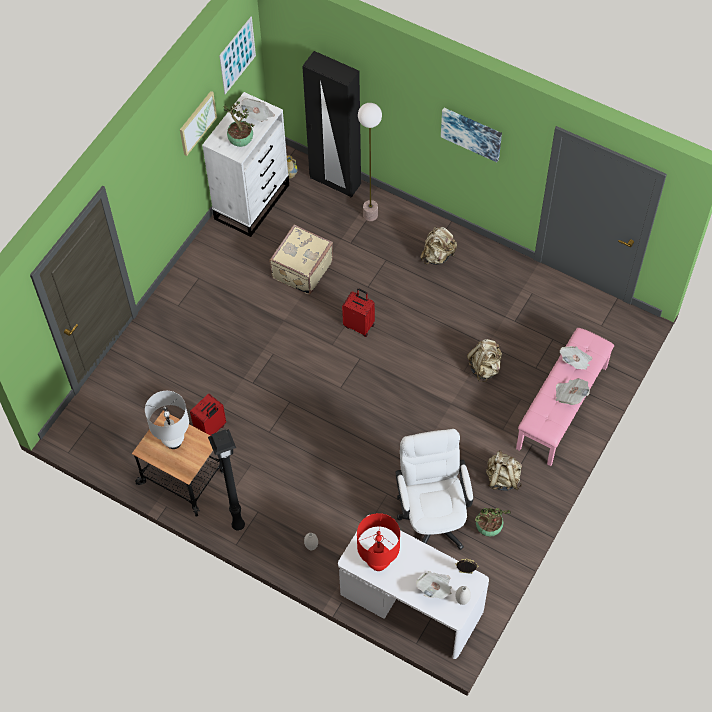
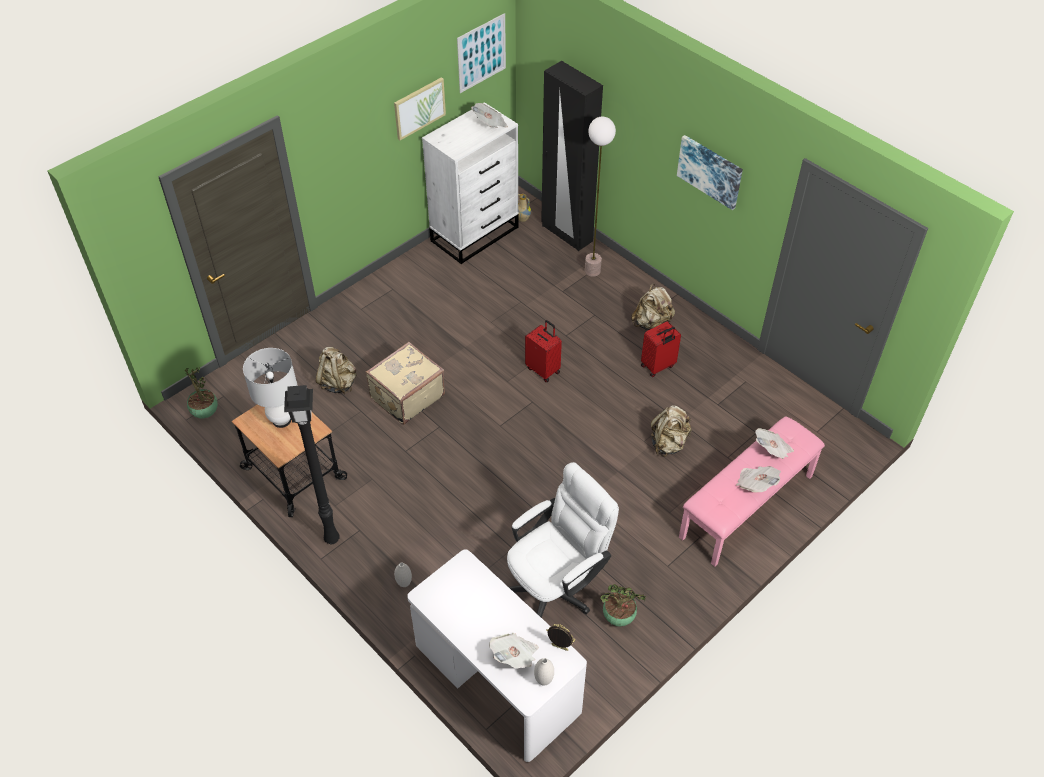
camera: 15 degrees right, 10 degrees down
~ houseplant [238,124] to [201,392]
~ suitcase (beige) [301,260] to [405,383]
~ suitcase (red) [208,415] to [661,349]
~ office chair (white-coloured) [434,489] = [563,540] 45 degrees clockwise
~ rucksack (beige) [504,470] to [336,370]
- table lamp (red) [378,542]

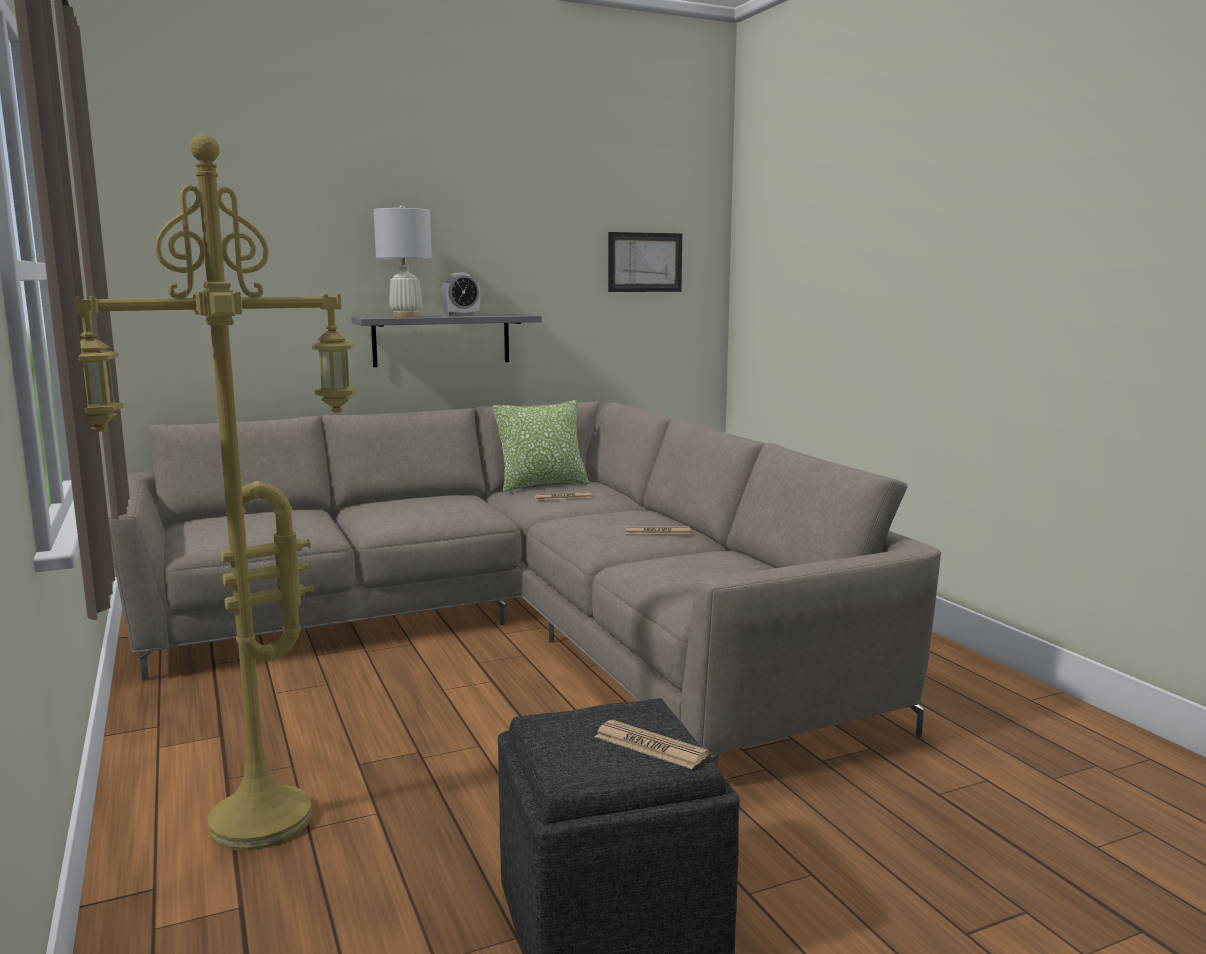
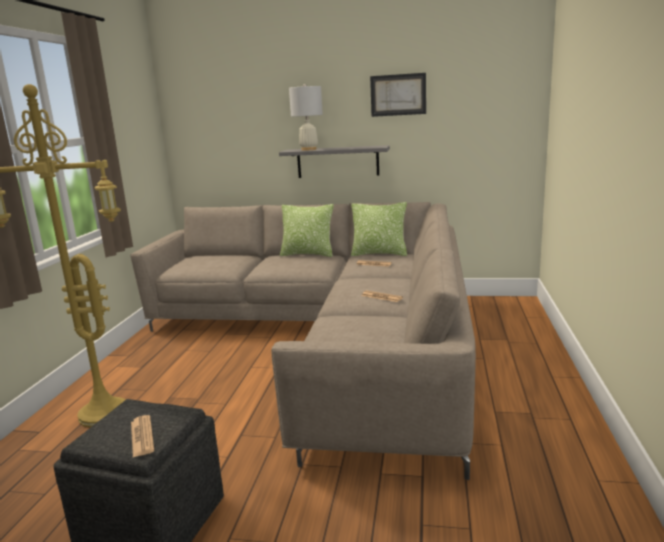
camera: 35 degrees right, 5 degrees up
~ wall art [645,262] to [398,95]
- table clock [460,294]
+ cushion [307,230]

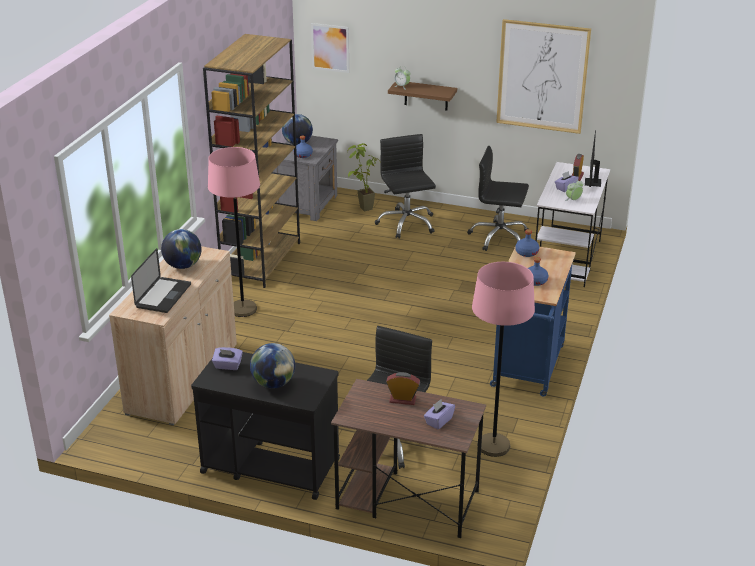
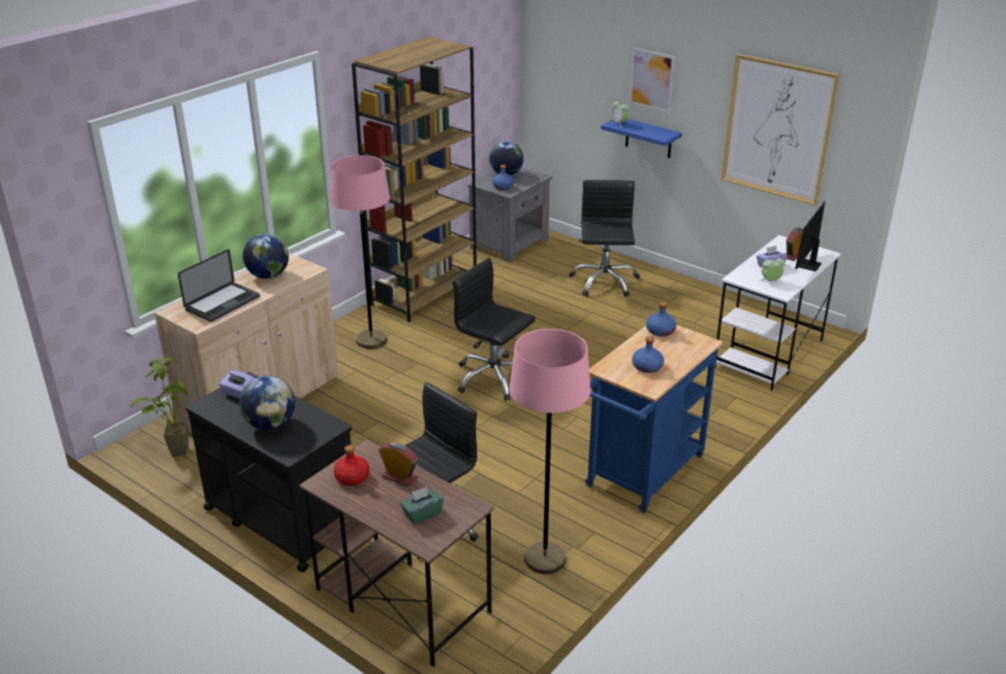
camera: 20 degrees right, 0 degrees up
~ wall art [330,48] to [652,80]
~ shelf (brownish) [422,96] to shelf (bluish) [641,138]
~ houseplant [363,177] to [159,407]
~ office chair (black) [498,198] to [493,329]
~ tissue box (purplish) [439,414] to tissue box (green-coloured) [422,505]
+ beverage bottle (red) [352,465]

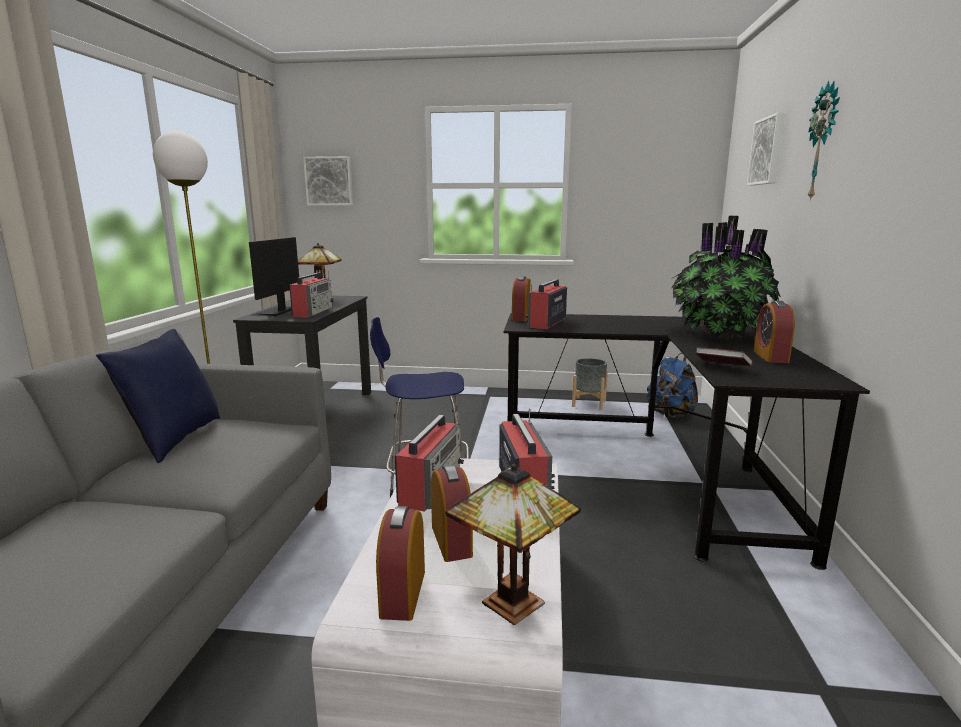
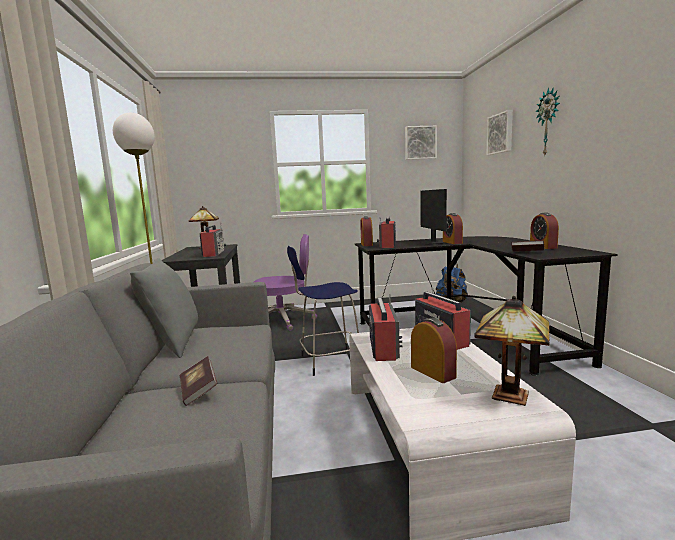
camera: 15 degrees left, 5 degrees down
~ wall art [328,181] to [421,143]
- houseplant [726,277]
~ monitor [274,276] to [430,217]
~ cushion (bluish) [158,396] to cushion (greyish) [164,308]
- plant pot (greyish) [590,384]
~ table clock [400,563] to [453,228]
+ office chair (purplish) [285,282]
+ book [198,381]

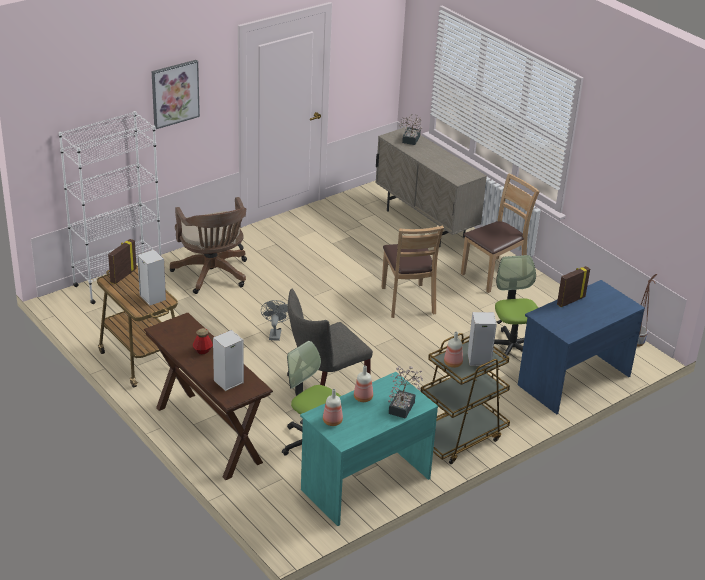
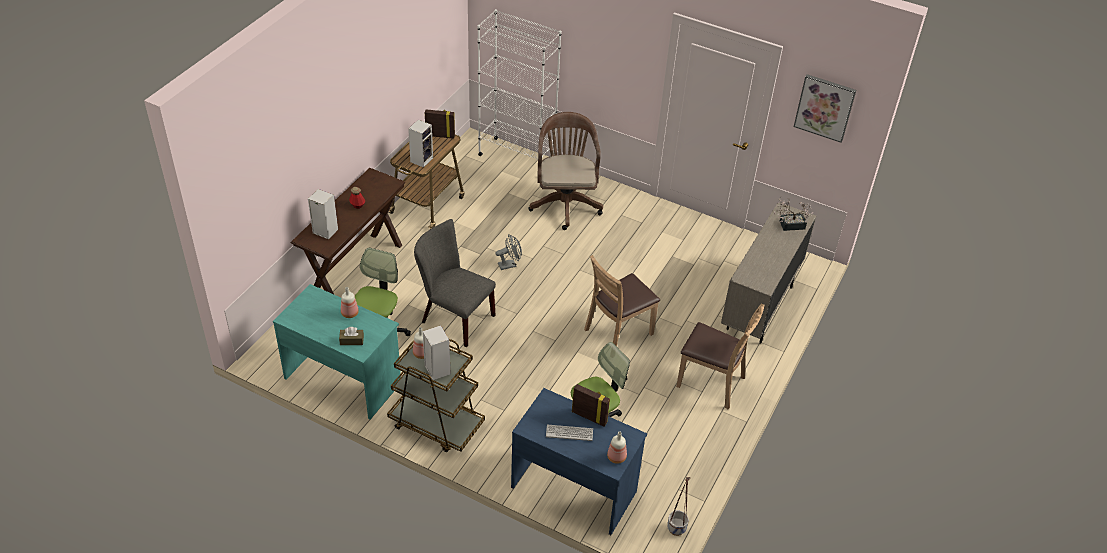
camera: 65 degrees right, 10 degrees up
~ wall art [176,94] to [825,108]
~ office chair (brownish) [208,245] = [565,171] 135 degrees clockwise
~ houseplant [405,392] to tissue box (brownish) [351,336]
~ beverage bottle [333,407] to [617,448]
+ computer keyboard [569,433]

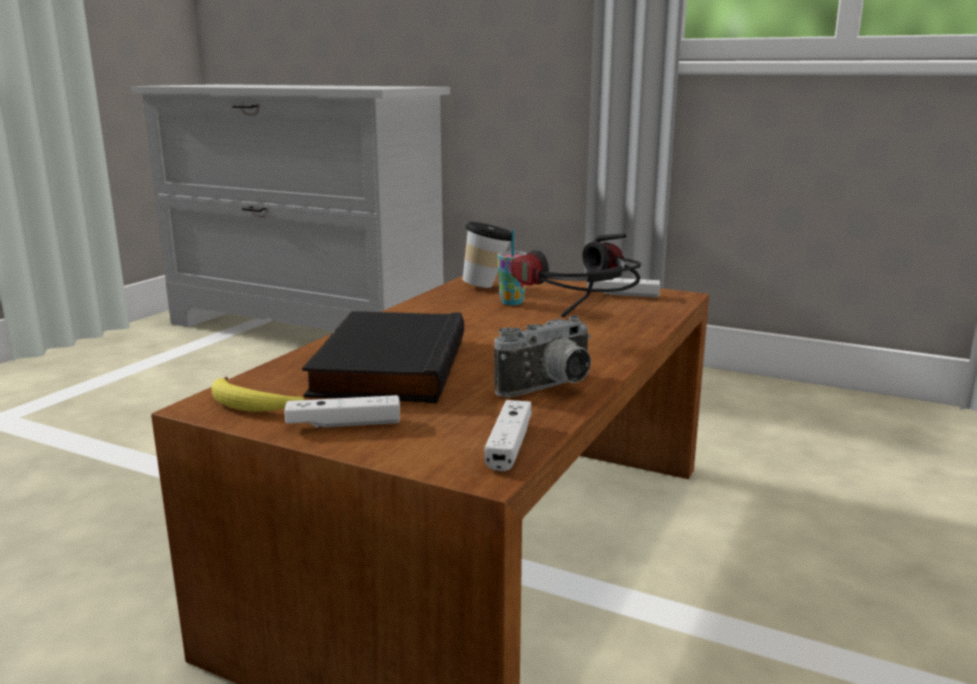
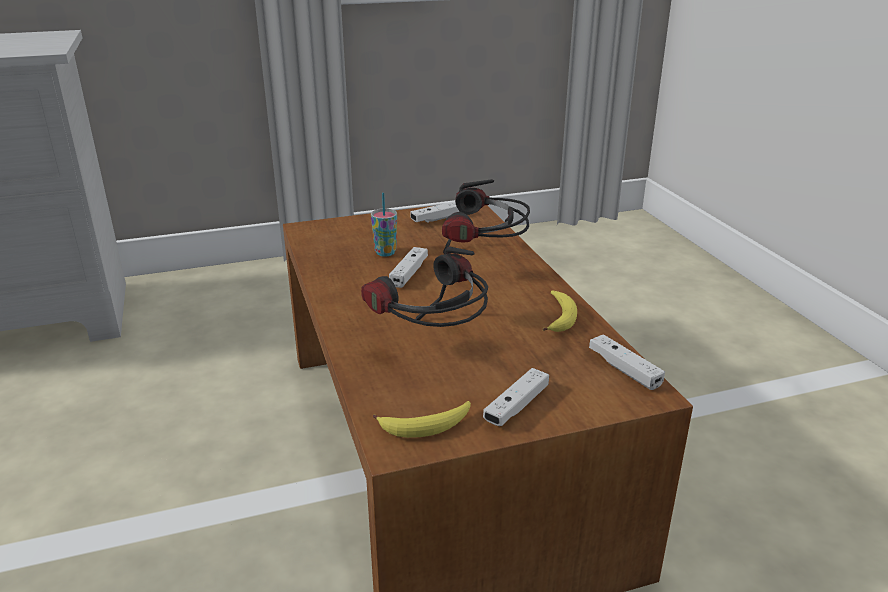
camera: 45 degrees left, 10 degrees up
- small cup [487,255]
~ book (black) [383,357] to headset [424,286]
~ still camera [542,356] to whole banana [559,311]
+ gamepad (white-coloured) [408,267]

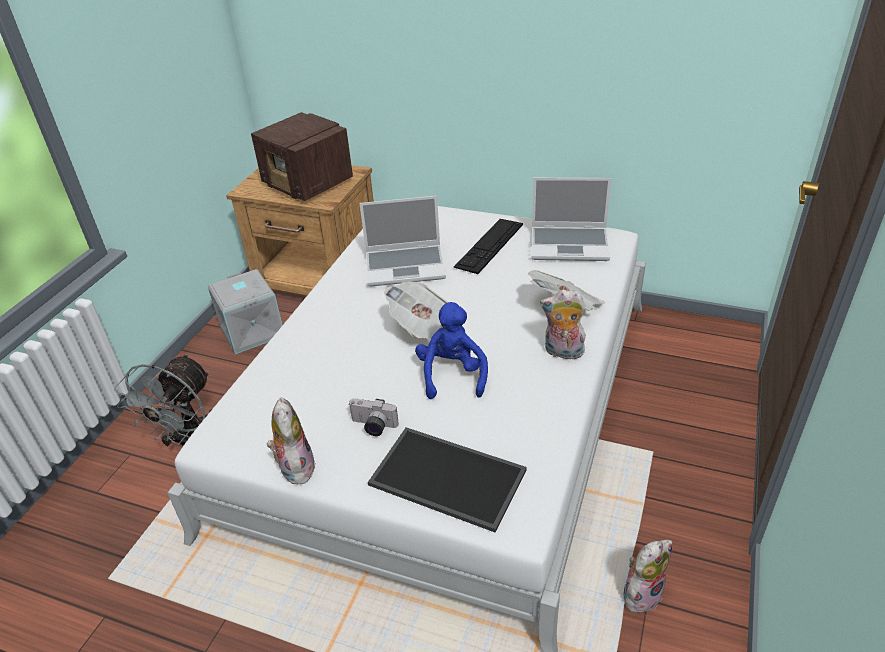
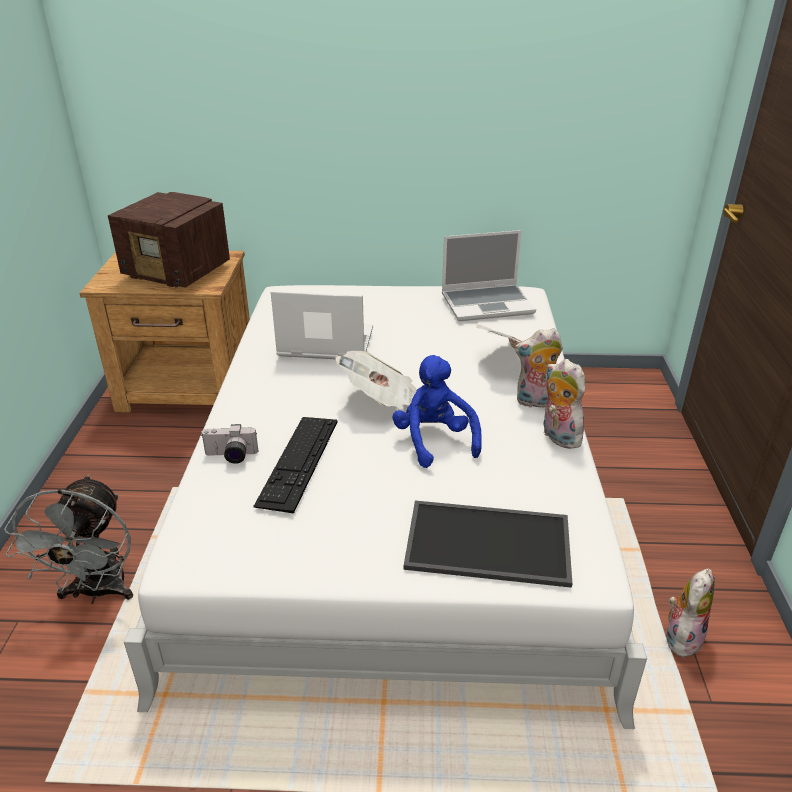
camera: 20 degrees left, 5 degrees down
~ laptop [402,241] = [321,325] 150 degrees counterclockwise
~ computer keyboard [488,246] to [295,465]
- storage box (greyish) [245,311]
~ cuddly toy [291,441] to [565,404]
~ still camera [373,417] to [230,444]

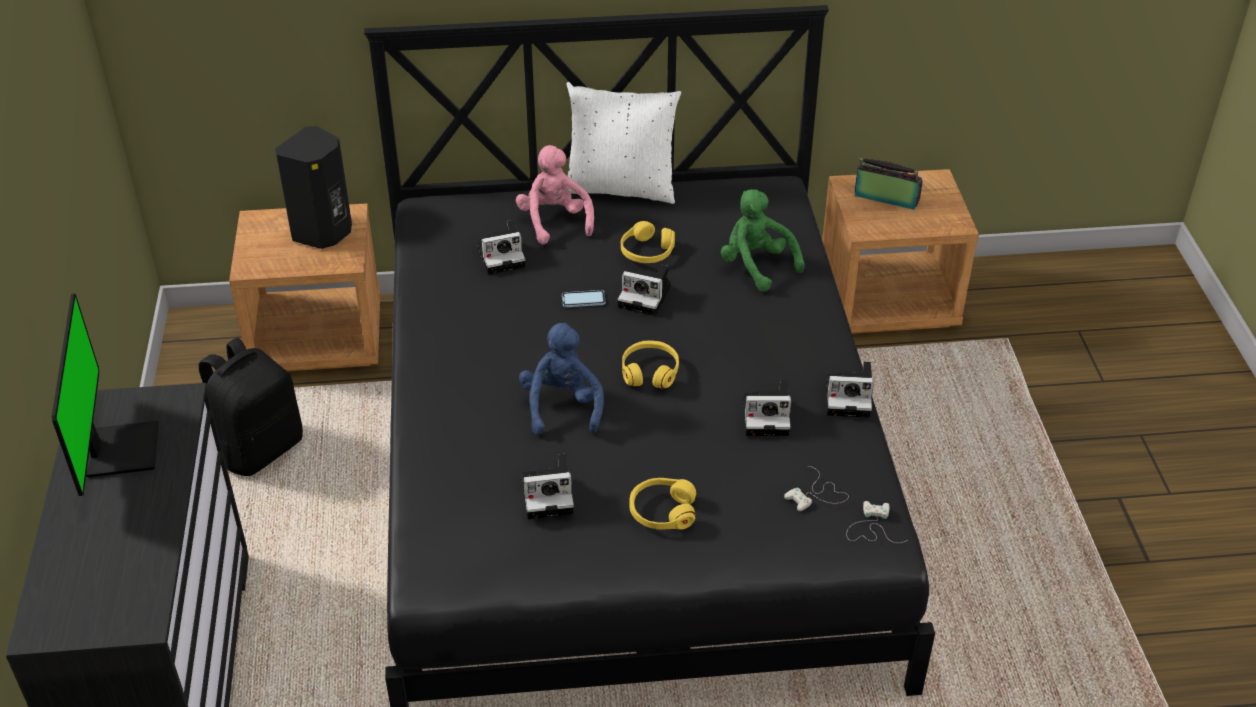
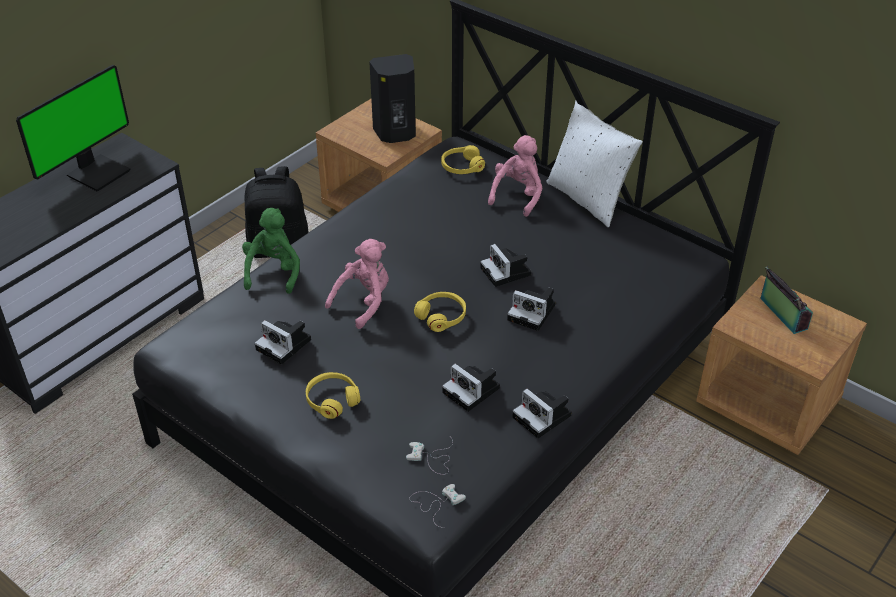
camera: 45 degrees right, 0 degrees up
~ cuddly toy (green-coloured) [763,240] to [271,251]
~ still camera [501,247] to [531,309]
~ headset (yellow-coloured) [648,242] to [463,159]
- phone [584,298]
~ cuddly toy (bluish) [561,379] to cuddly toy (pink-coloured) [357,284]

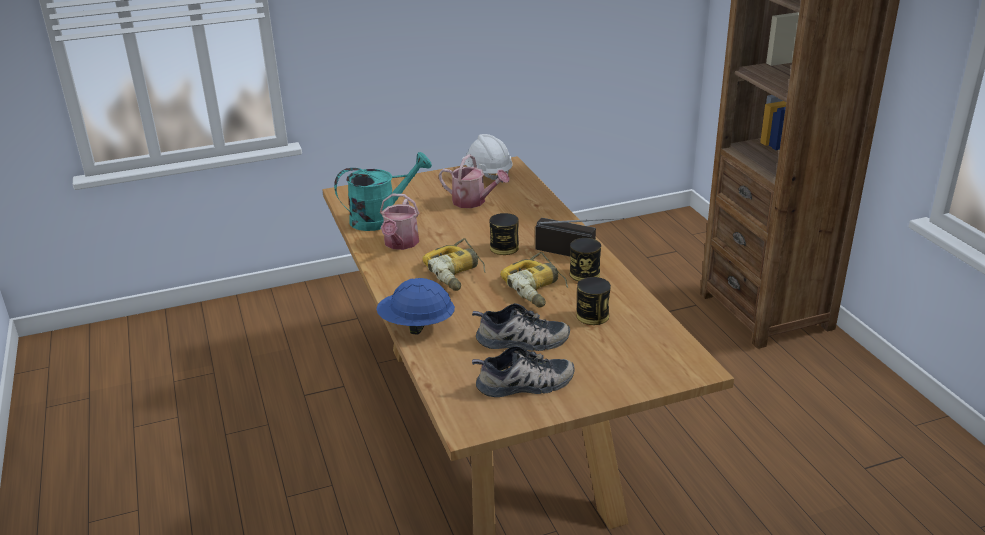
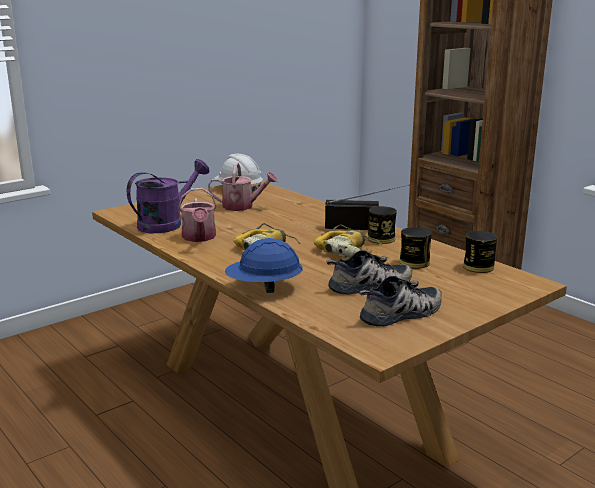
camera: 20 degrees left, 10 degrees down
~ watering can (blue-green) [383,191] to watering can (purplish) [168,196]
~ metal can [504,234] to [480,252]

